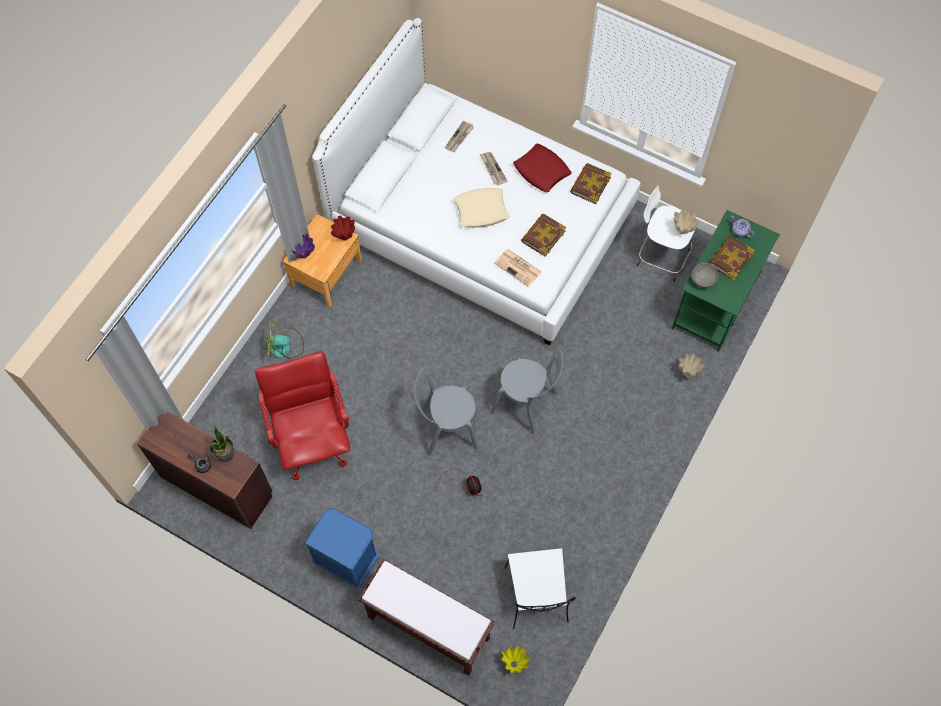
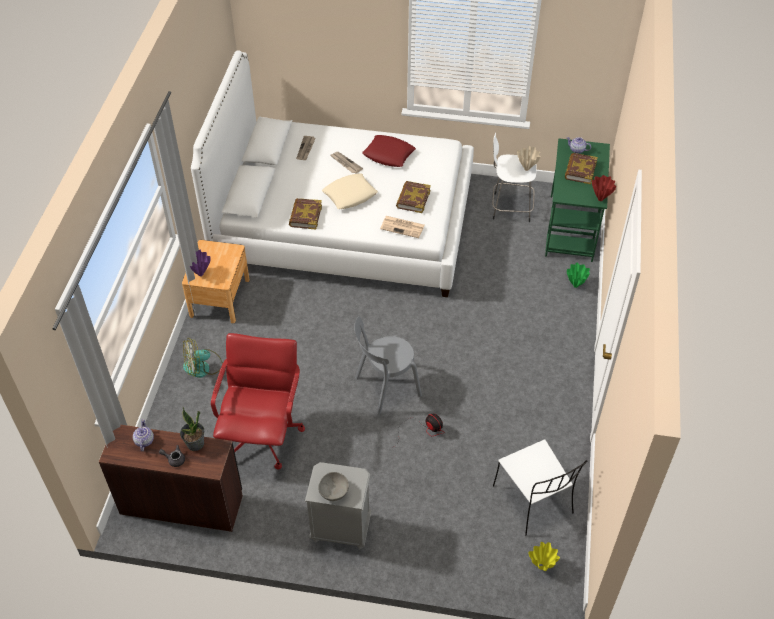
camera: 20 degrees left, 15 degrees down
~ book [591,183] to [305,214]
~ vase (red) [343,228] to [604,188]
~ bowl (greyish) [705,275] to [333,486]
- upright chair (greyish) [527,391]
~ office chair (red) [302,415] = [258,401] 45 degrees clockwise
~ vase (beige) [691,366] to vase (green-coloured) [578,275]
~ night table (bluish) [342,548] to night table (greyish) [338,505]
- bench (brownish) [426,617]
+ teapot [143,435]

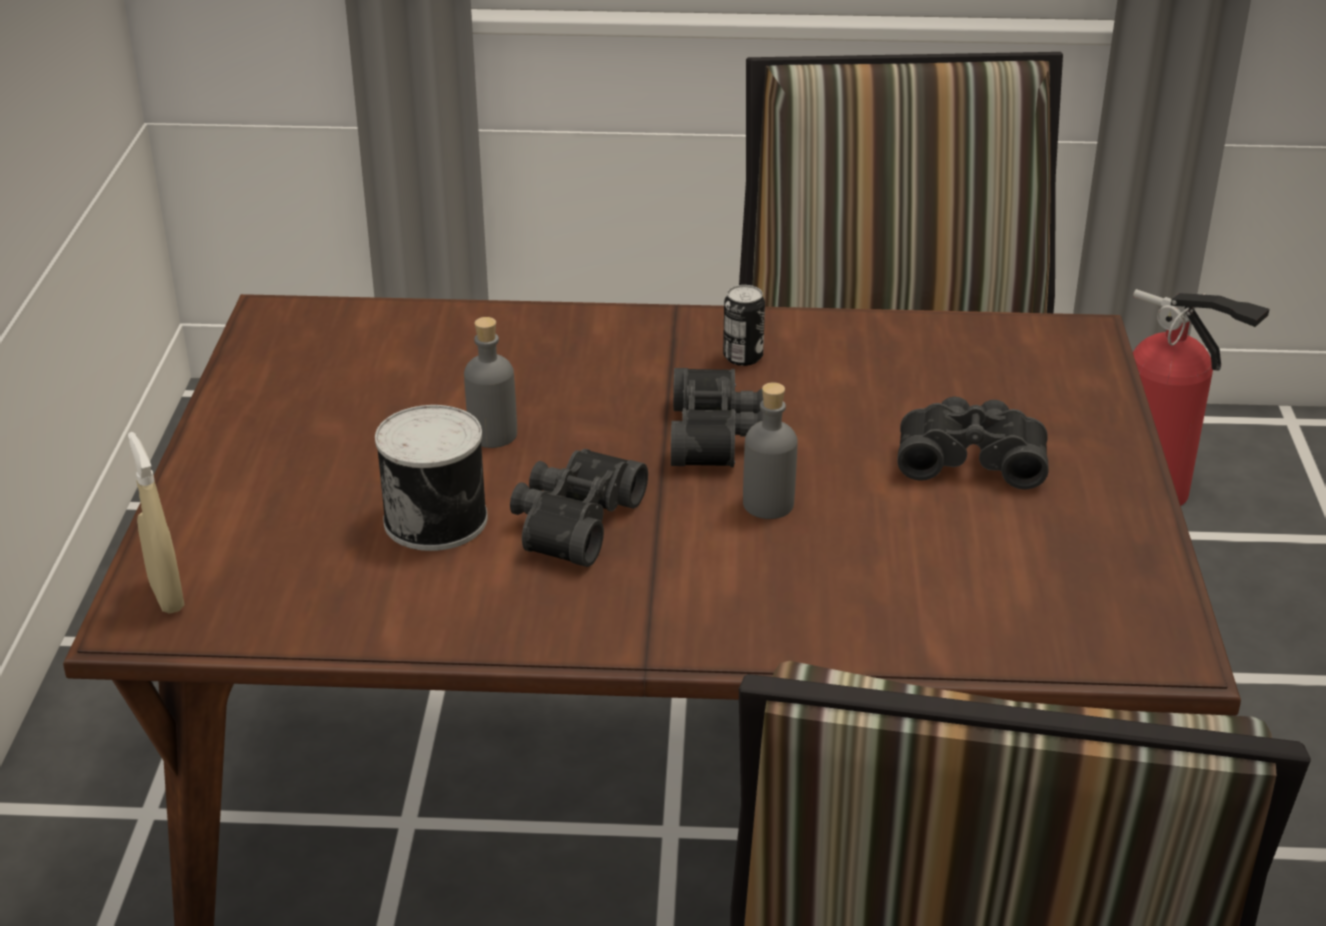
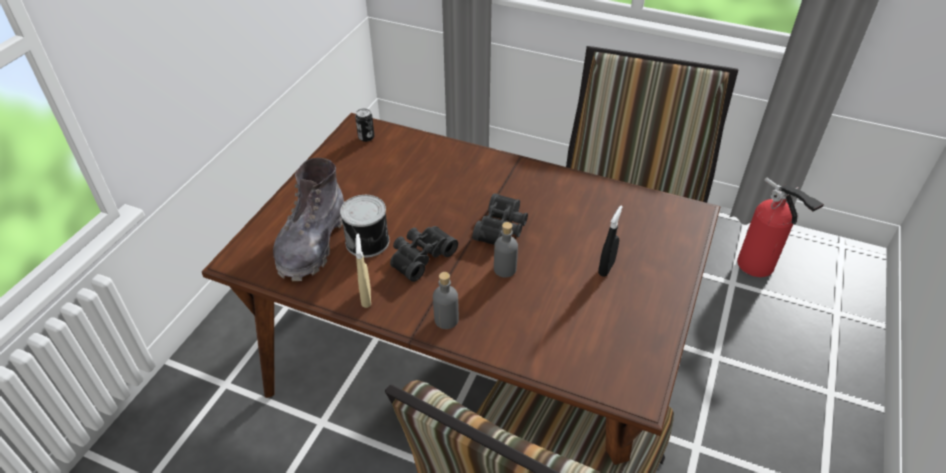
camera: 20 degrees right, 10 degrees up
~ metal can [744,325] to [365,125]
~ beverage bottle (greyish) [490,382] to [446,300]
~ field glasses (black) [972,442] to hand sprayer (black) [610,241]
~ hand sprayer (beige) [156,523] to [363,271]
+ high-top boot (greyish) [308,219]

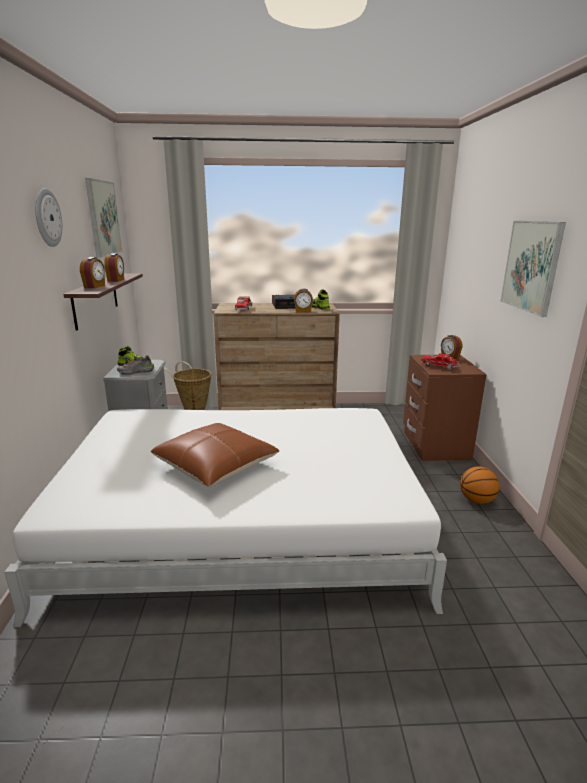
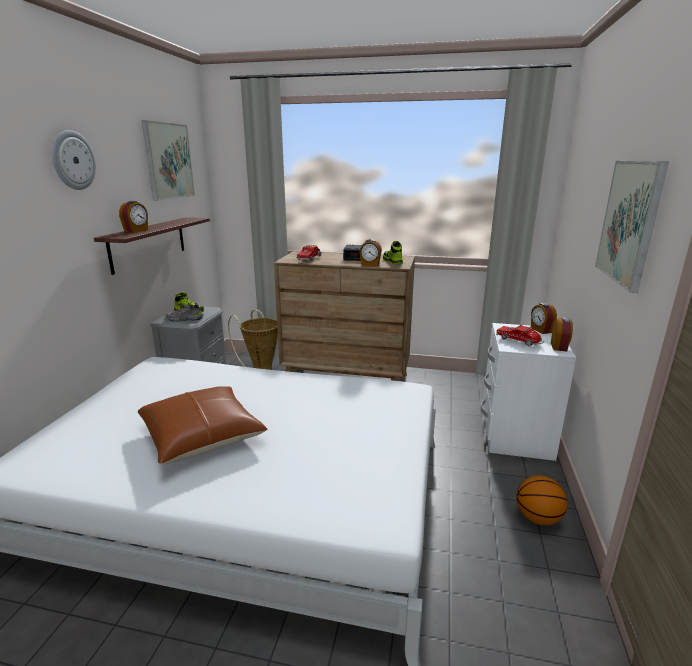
camera: 15 degrees right, 0 degrees up
~ table clock [114,267] to [562,334]
~ night table (brownish) [445,408] to night table (white-coloured) [528,392]

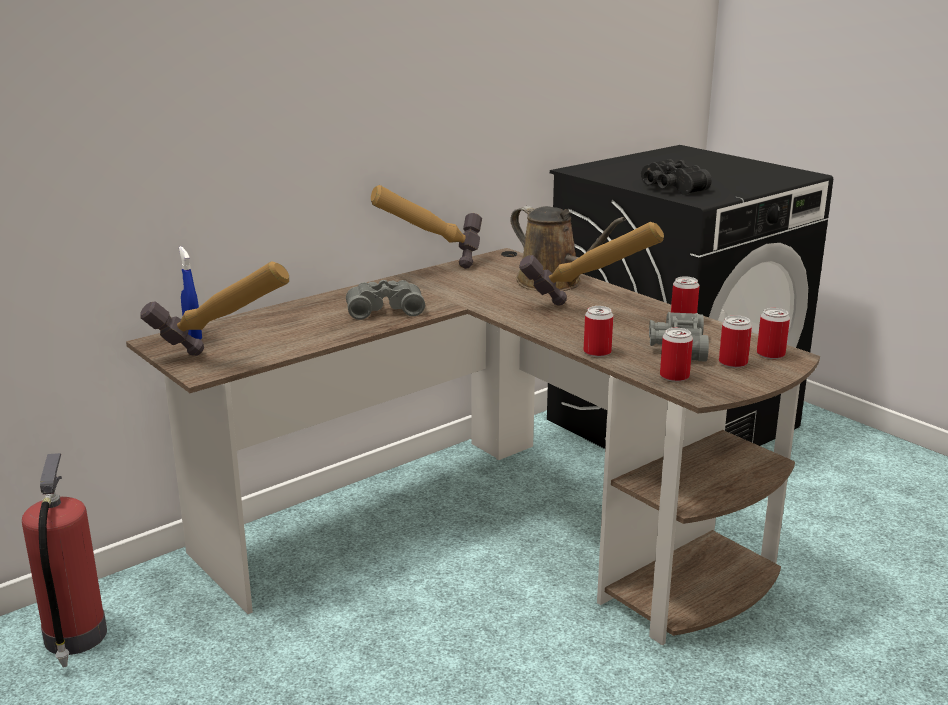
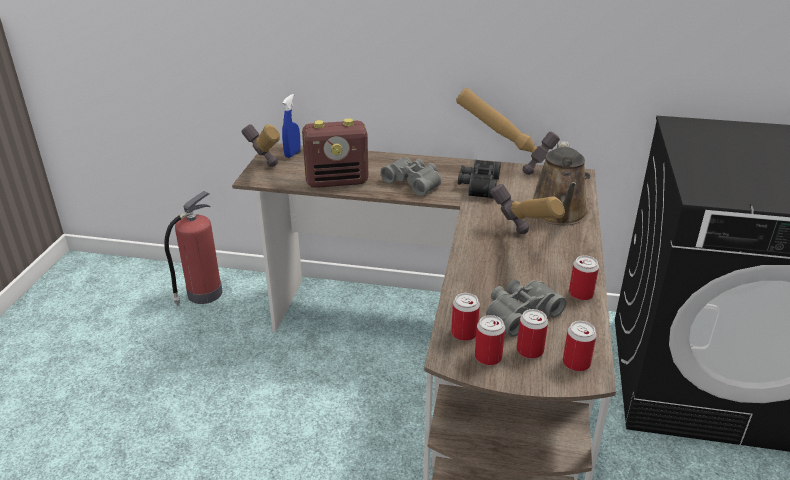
camera: 50 degrees right, 10 degrees up
~ field glasses (black) [676,177] to [479,179]
~ metal can [598,331] to [490,340]
+ radio [335,153]

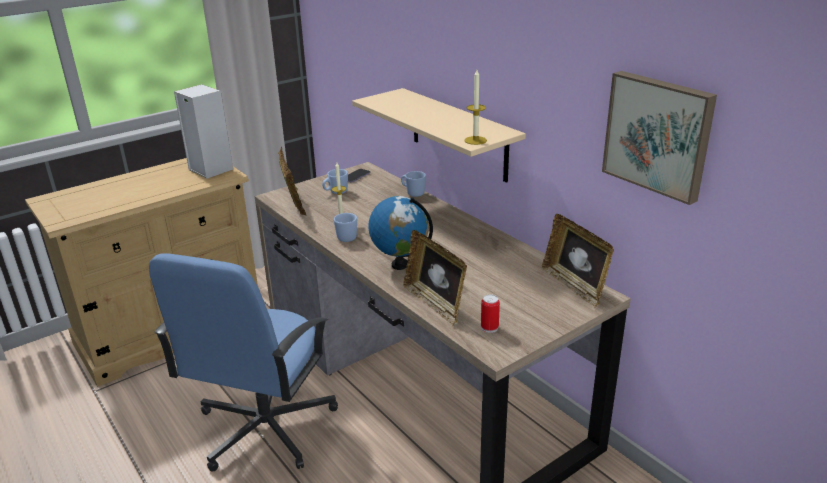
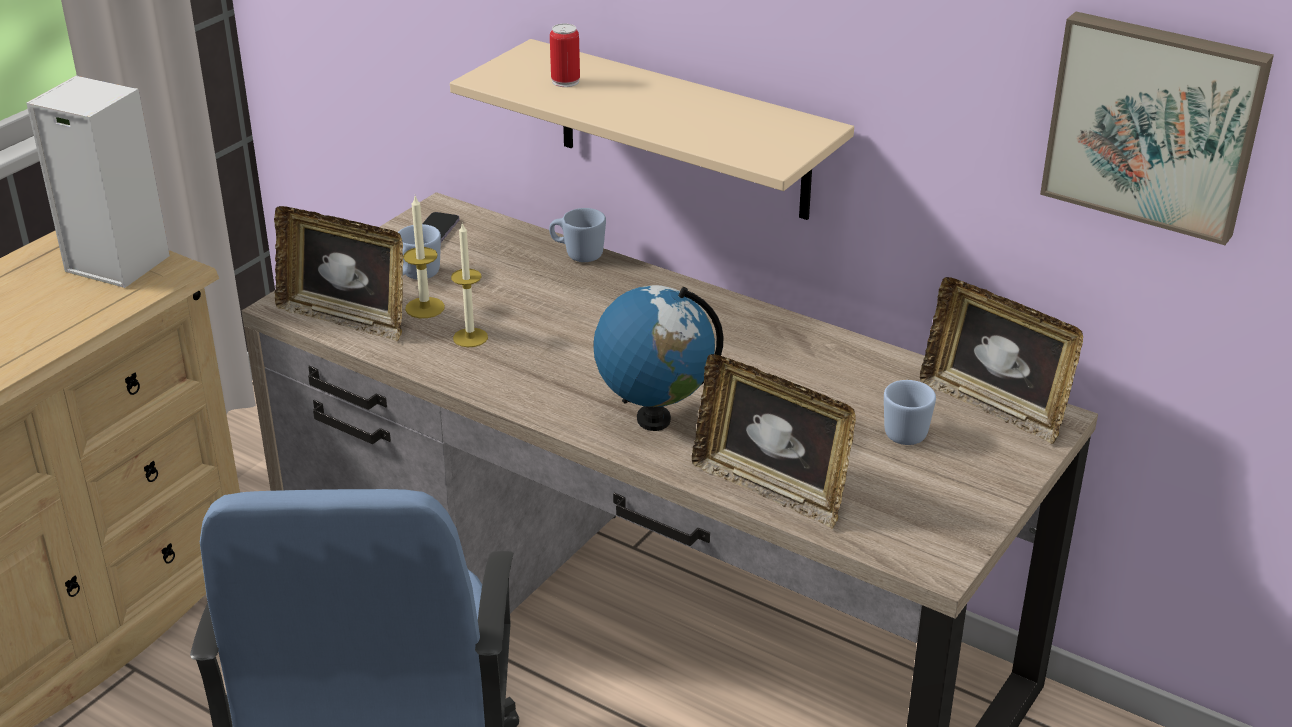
camera: 20 degrees left, 5 degrees up
~ wax candle [475,107] to [424,257]
~ picture frame [292,181] = [338,273] 150 degrees clockwise
~ coffee mug (bluish) [345,227] to [910,412]
~ metal can [490,313] to [565,55]

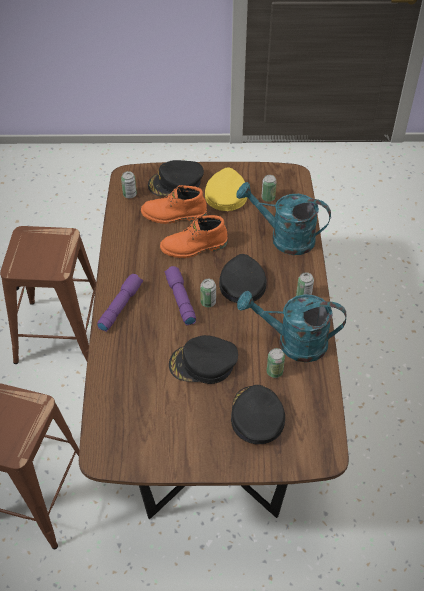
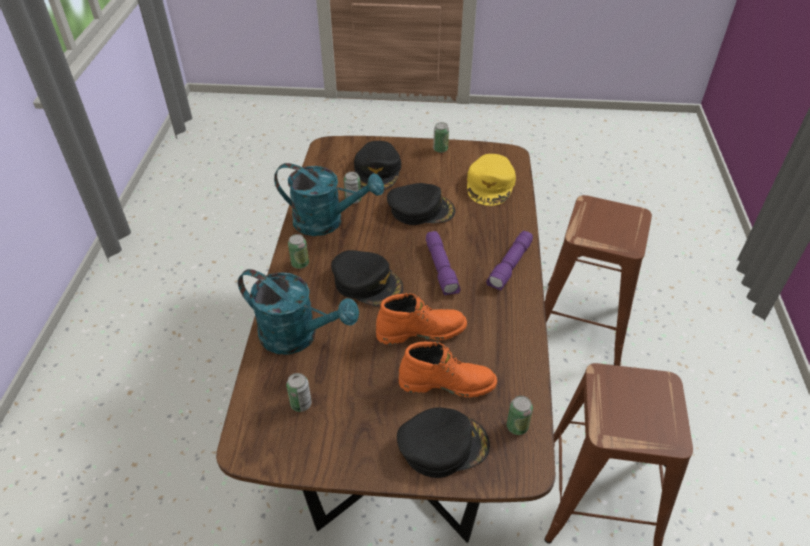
camera: 175 degrees left, 5 degrees down
~ cap (yellow-coloured) [226,189] to [491,180]
~ cap (black) [242,278] = [367,278] 60 degrees counterclockwise
~ metal can [208,293] to [441,137]

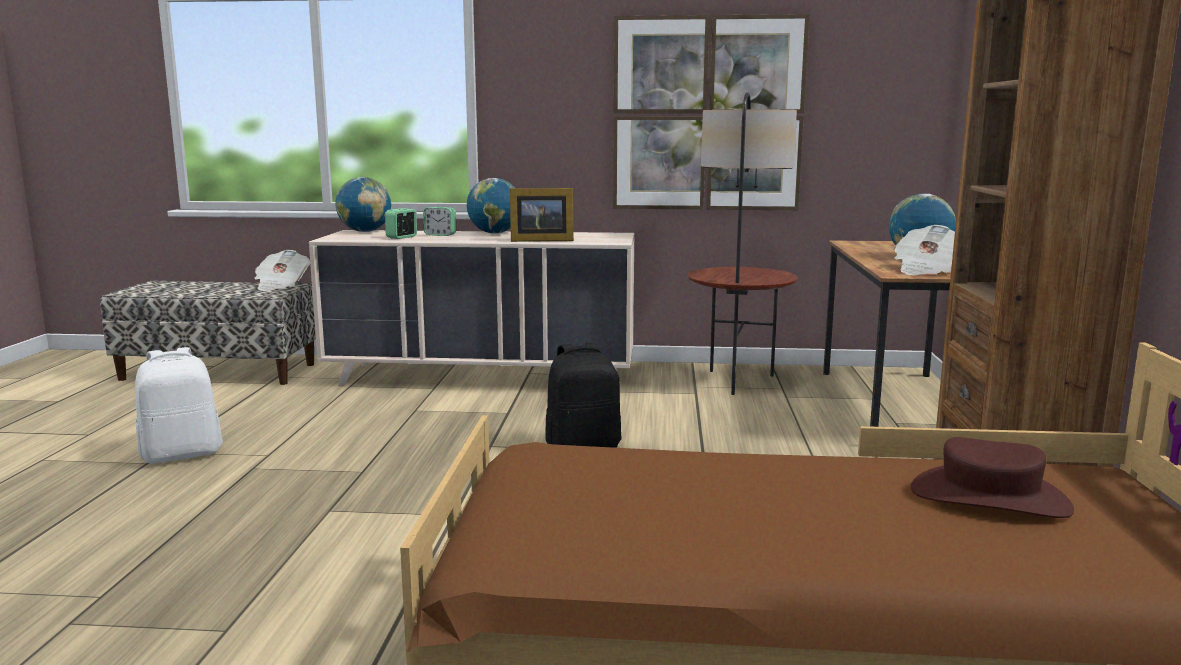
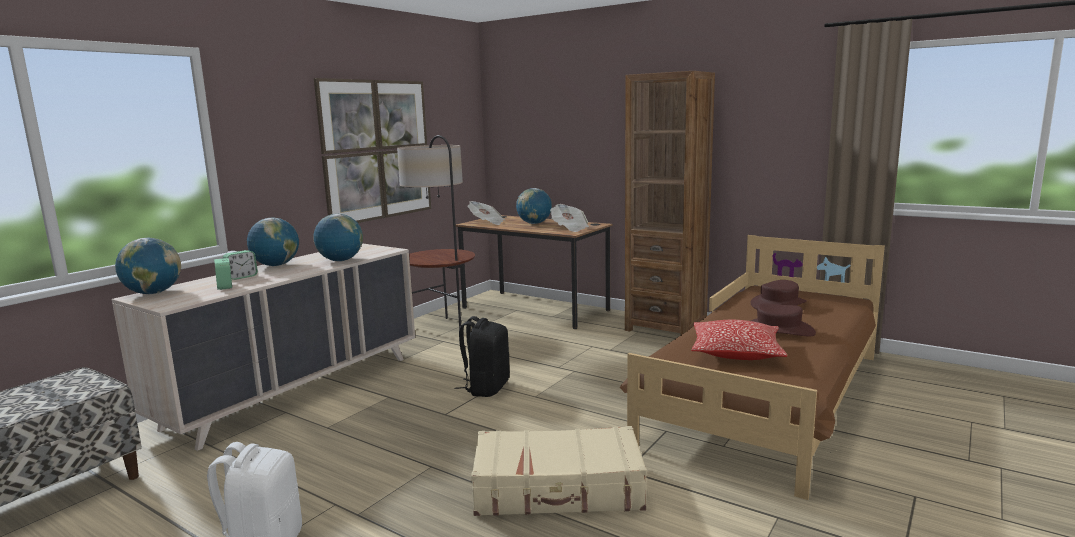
camera: 60 degrees left, 0 degrees up
~ picture frame [542,215] to world globe [338,237]
~ daily paper [282,270] to [486,213]
+ clothing hat (brownish) [783,320]
+ cushion [739,340]
+ suitcase (beige) [559,471]

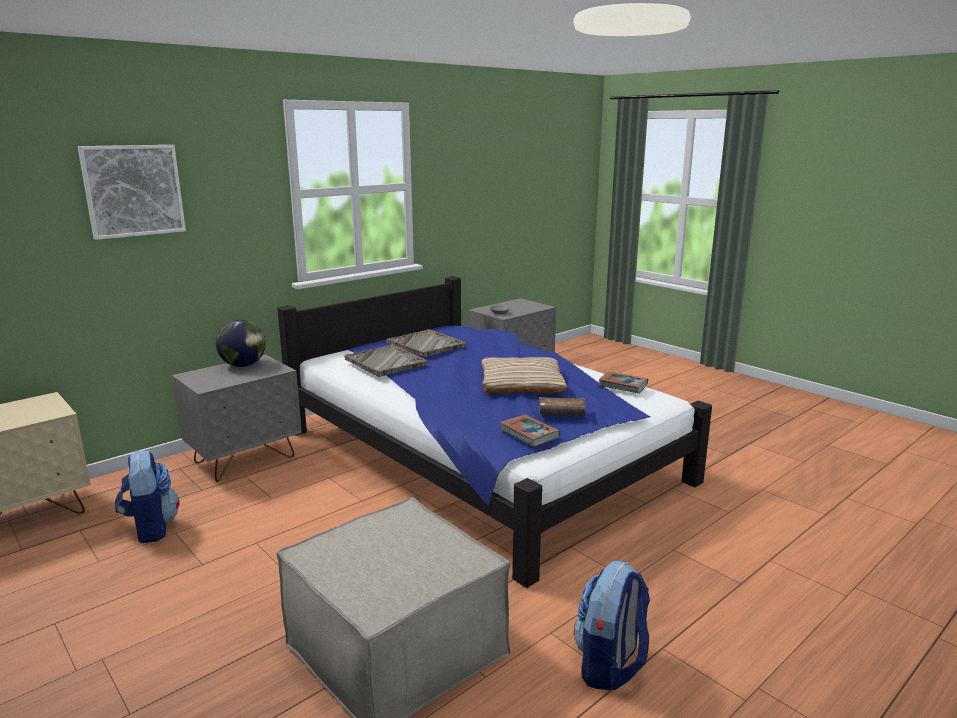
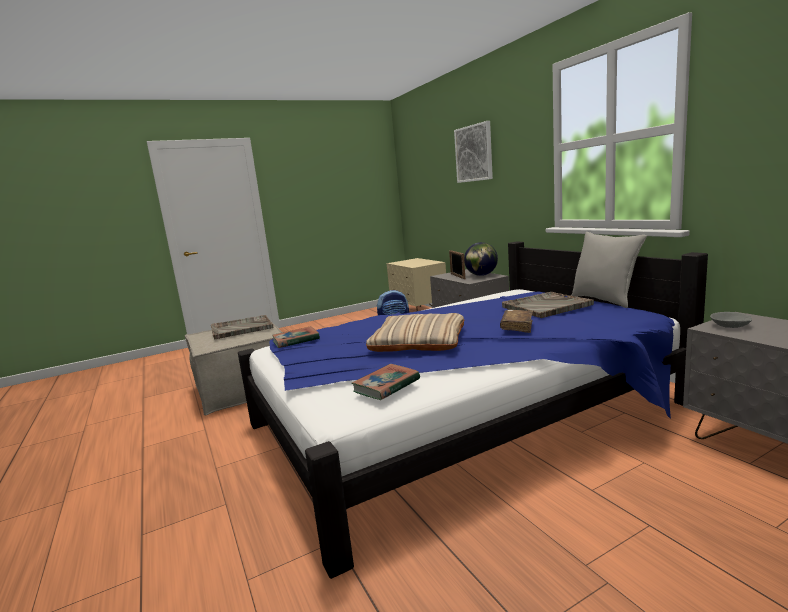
camera: 105 degrees right, 5 degrees down
~ carrying tray (greyish) [385,361] to [242,327]
~ book (brownish) [562,406] to [516,321]
- rucksack [612,625]
+ cushion (greyish) [609,270]
+ picture frame [457,264]

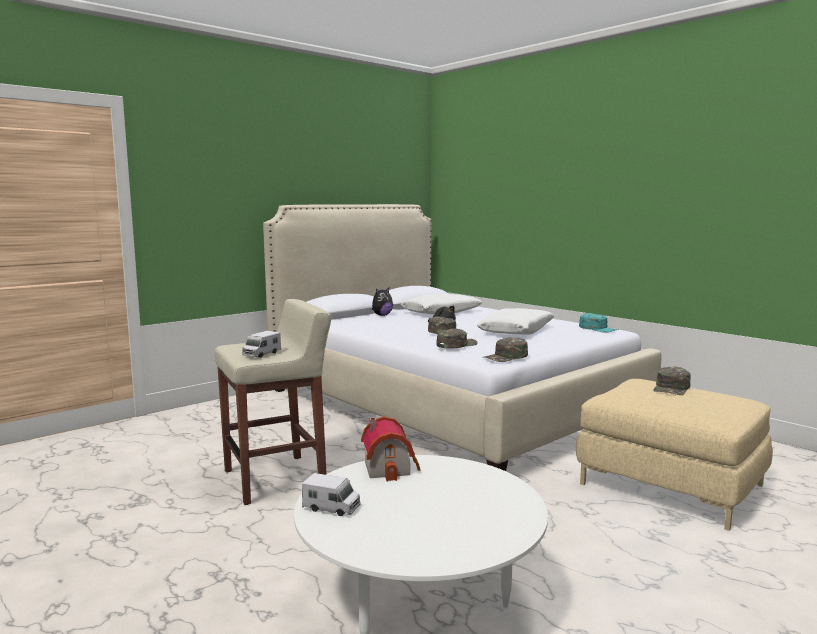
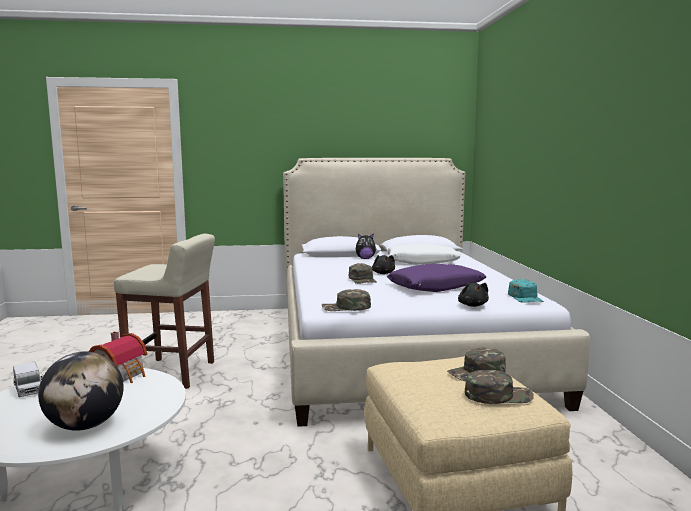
camera: 35 degrees right, 0 degrees up
~ cushion (white-coloured) [516,321] to cushion (purplish) [436,277]
~ cap (green-coloured) [457,338] to [499,387]
- toy truck [261,344]
+ cuddly toy (black) [473,295]
+ world globe [81,391]

